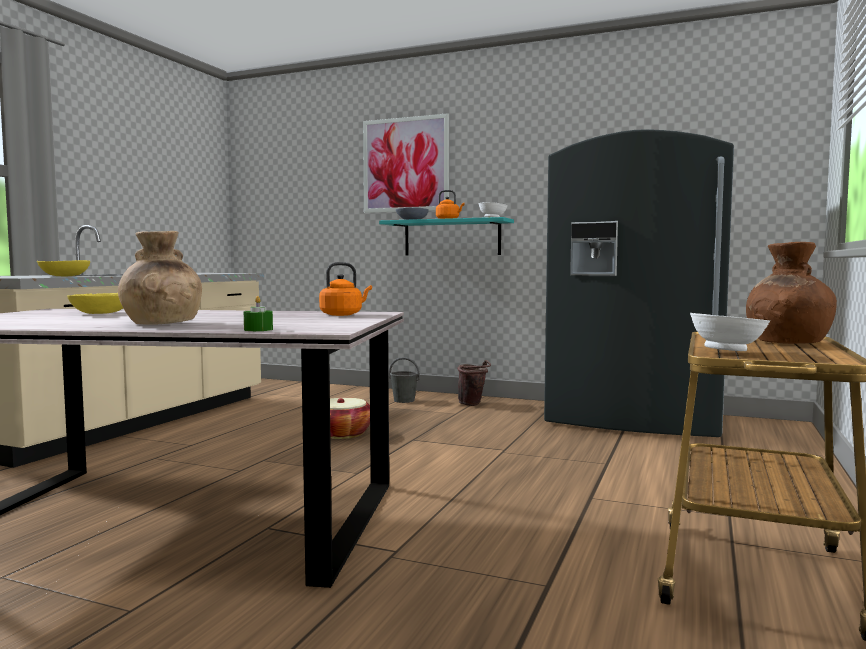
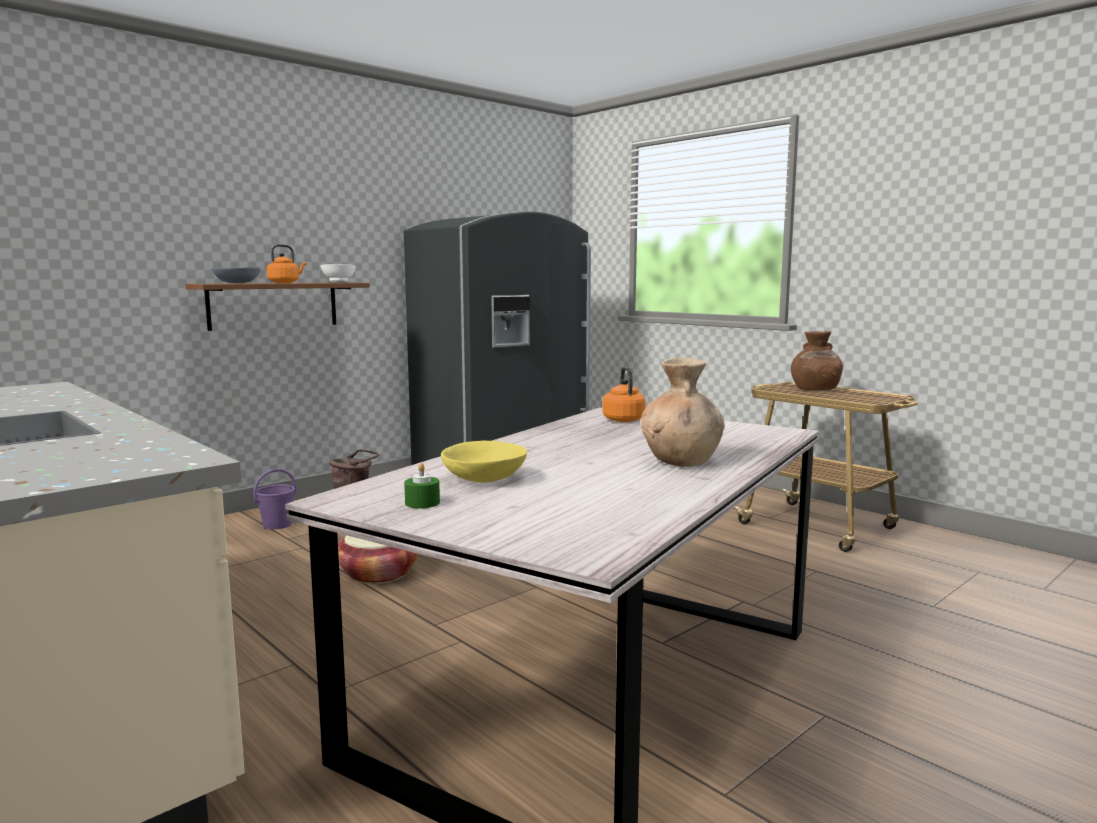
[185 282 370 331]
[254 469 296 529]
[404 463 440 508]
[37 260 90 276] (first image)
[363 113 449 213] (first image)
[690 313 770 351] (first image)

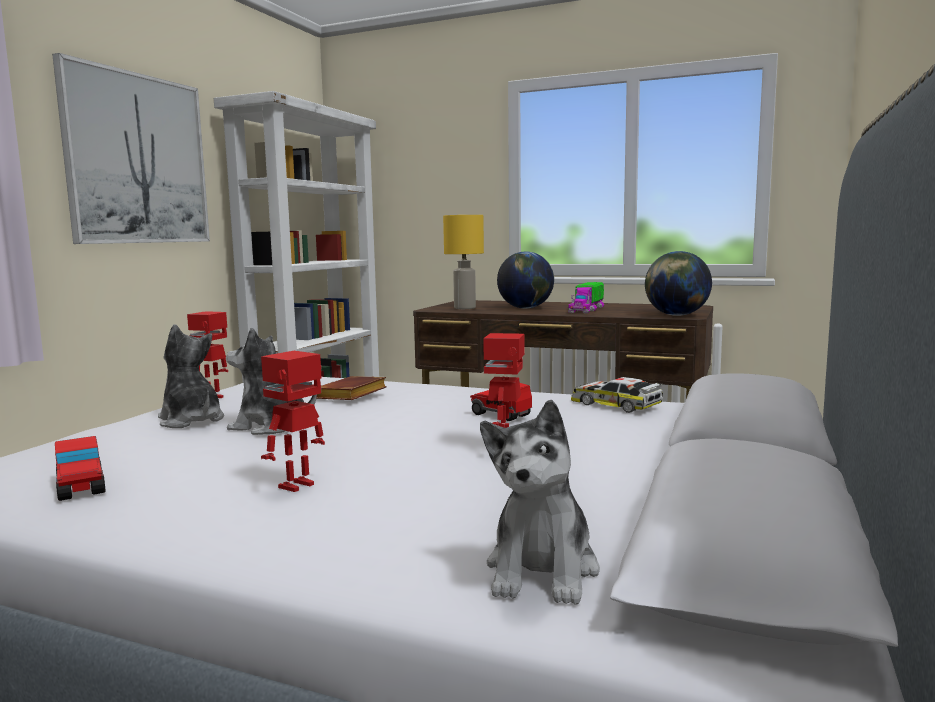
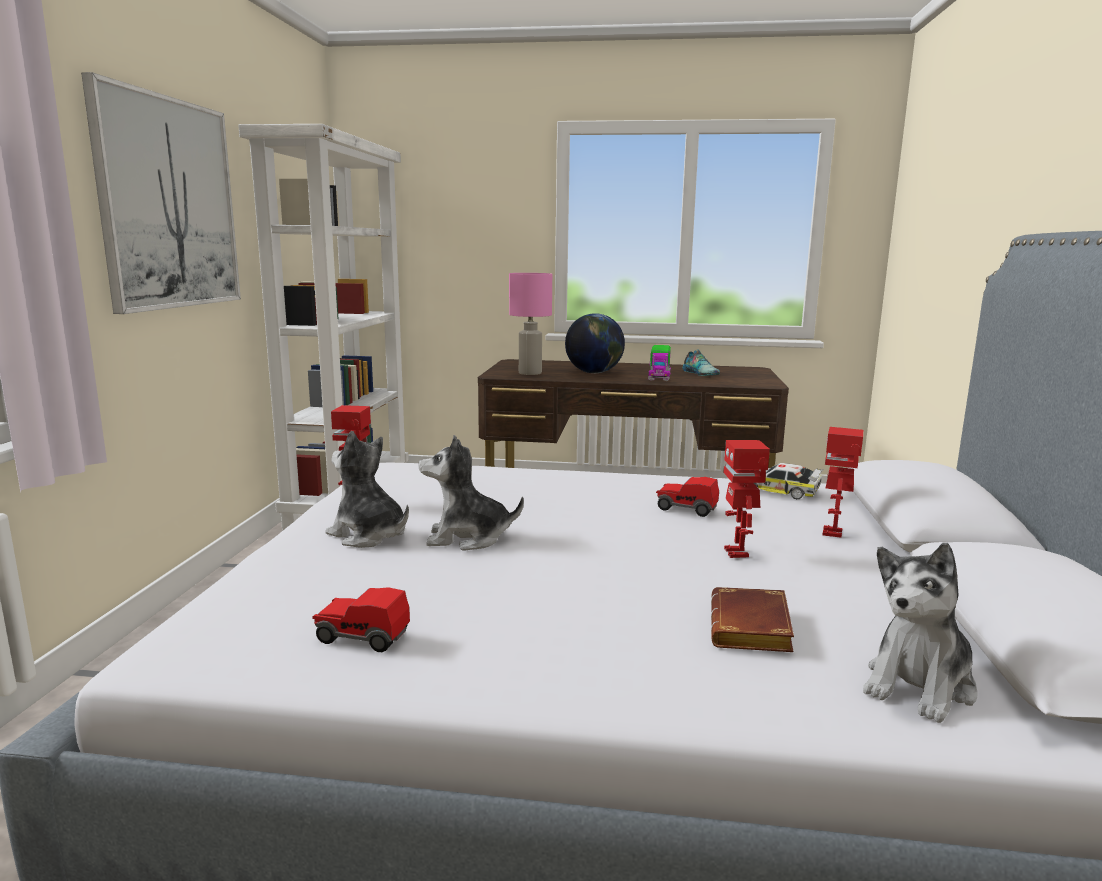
[312 587 410 652]
[509 273 552 375]
[682 349 720 376]
[711 587 794 652]
[822 427 863 538]
[863 543 977 723]
[645 251 712 316] (first image)

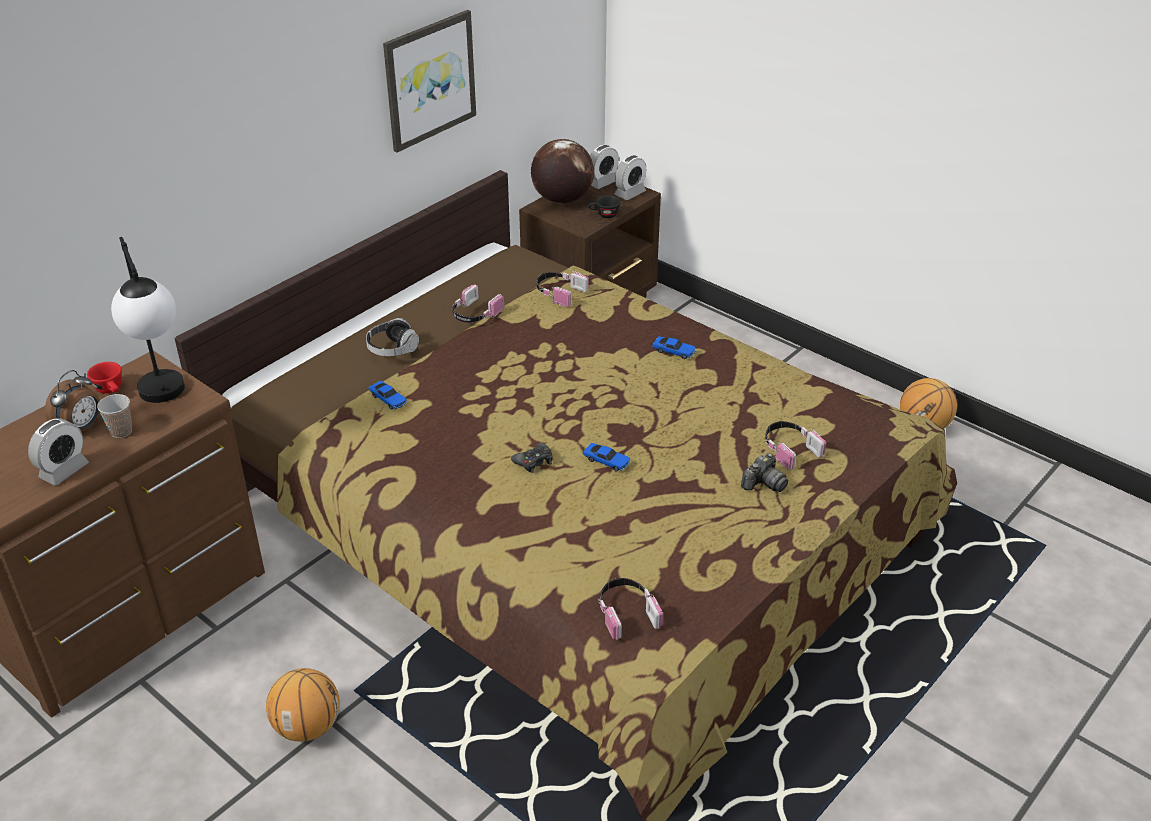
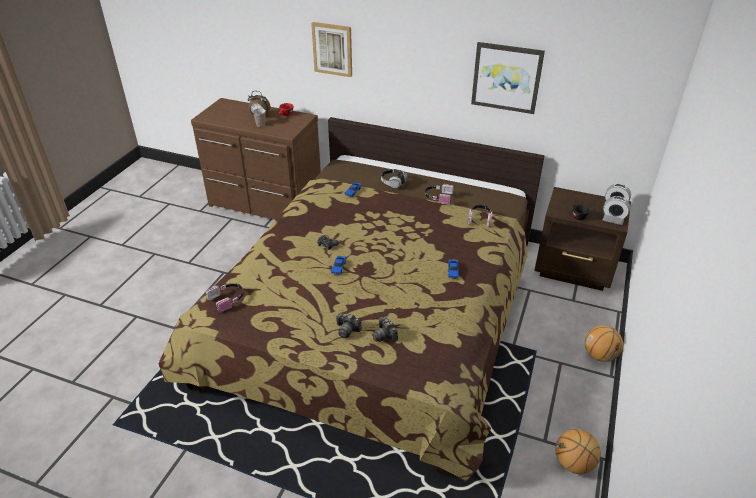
[311 22 352 77]
[372 317 398 342]
[585 325 623 362]
[28 418 89 486] (first image)
[111 237 185 403] (first image)
[531 139 594 204] (first image)

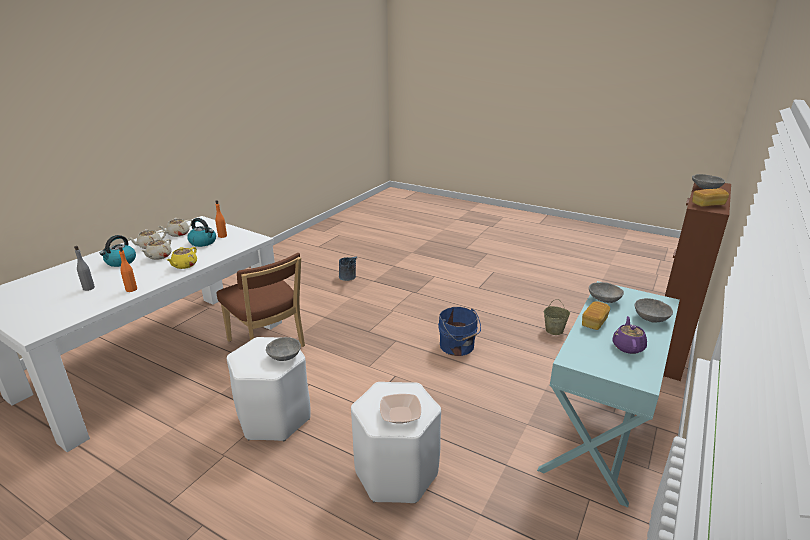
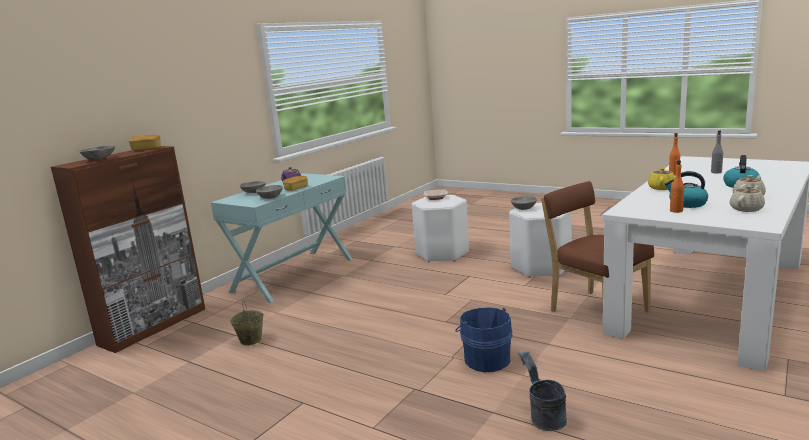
[455 307 513 373]
[141 239 172 260] (first image)

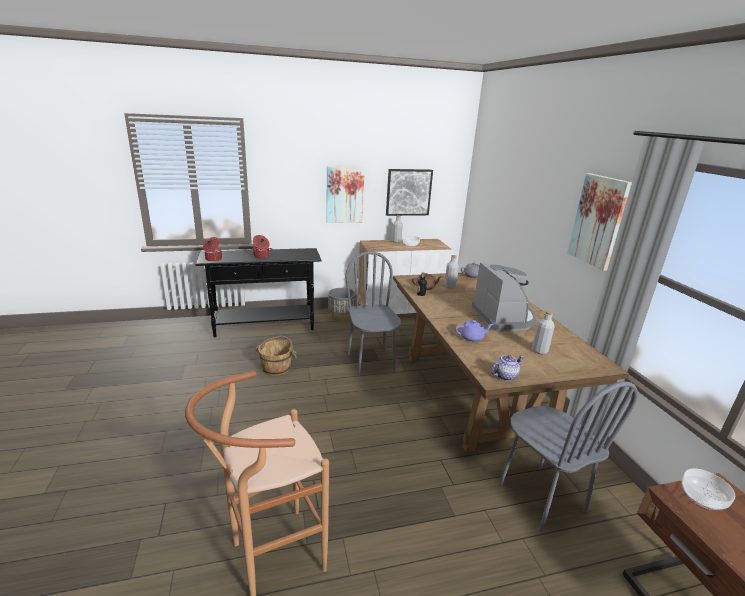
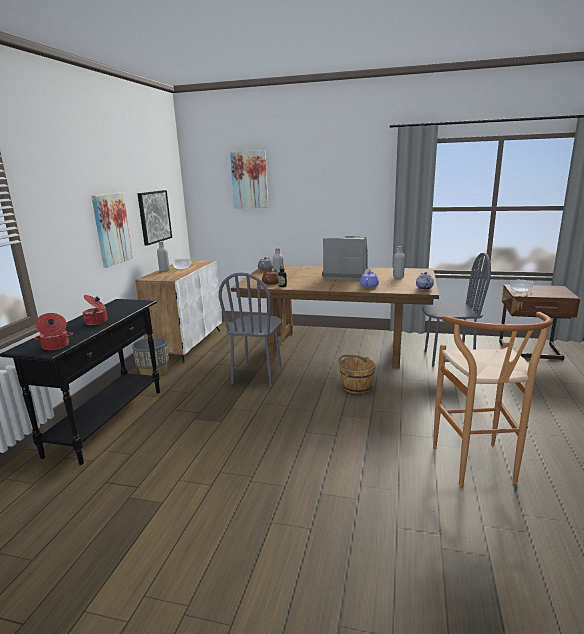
[219 272 282 387]
[230 150 268 208]
[338 355 376 394]

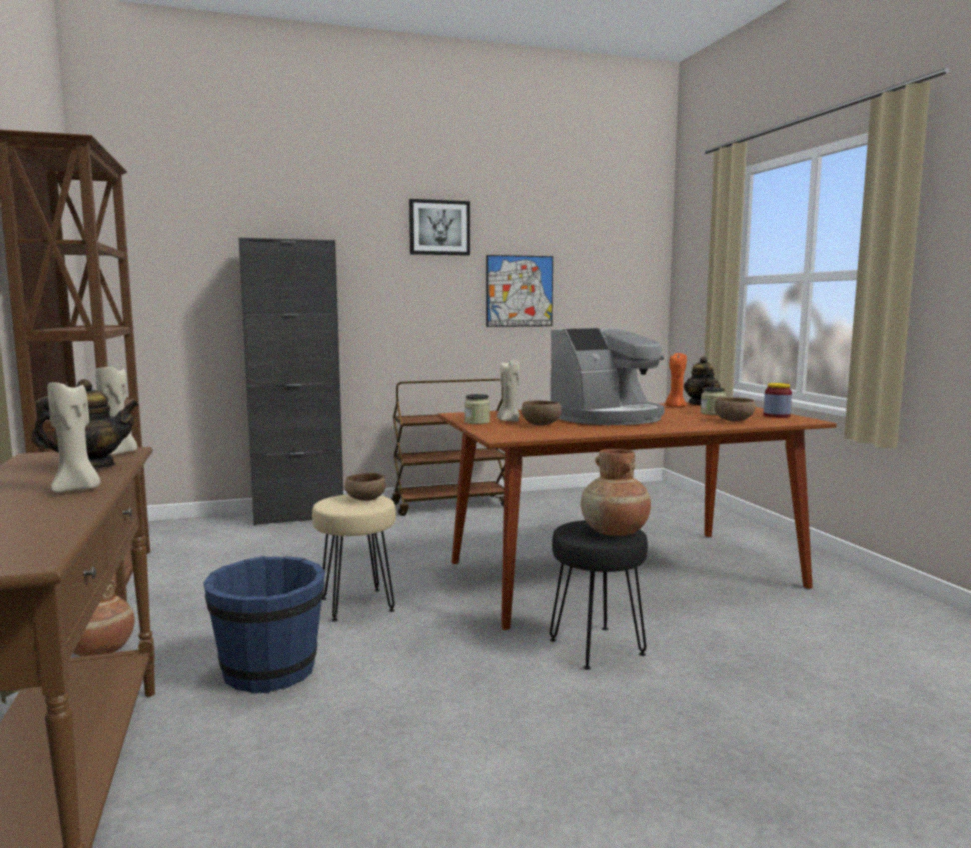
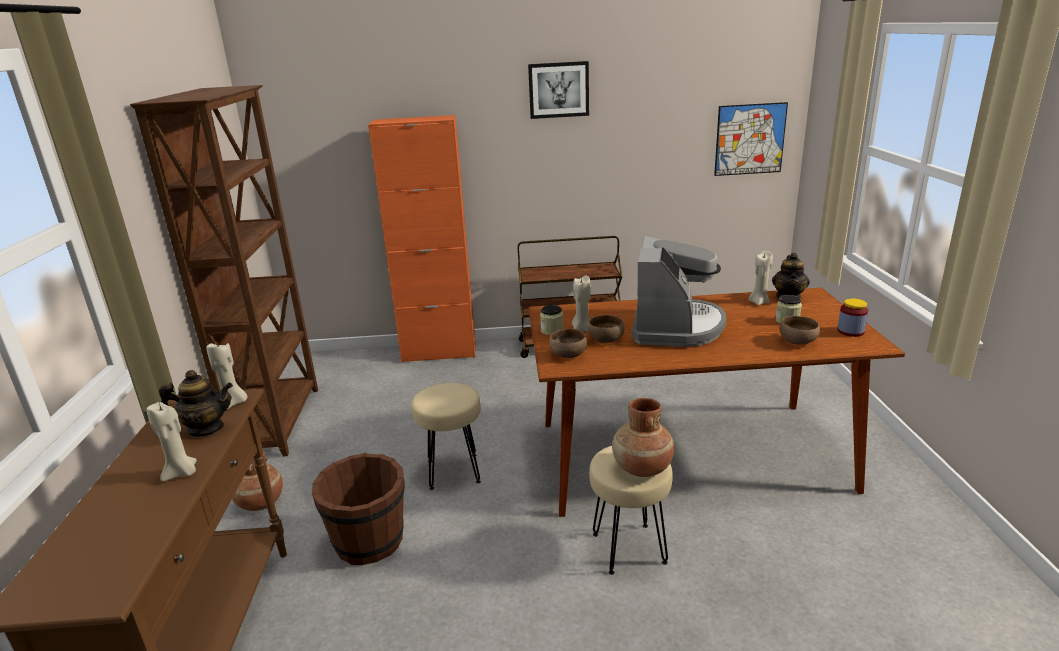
[312 453 404 565]
[368 115 476 363]
[549 329 587 358]
[589 446 673 575]
[632 236 726 347]
[714 102 788 176]
[748 251 773 305]

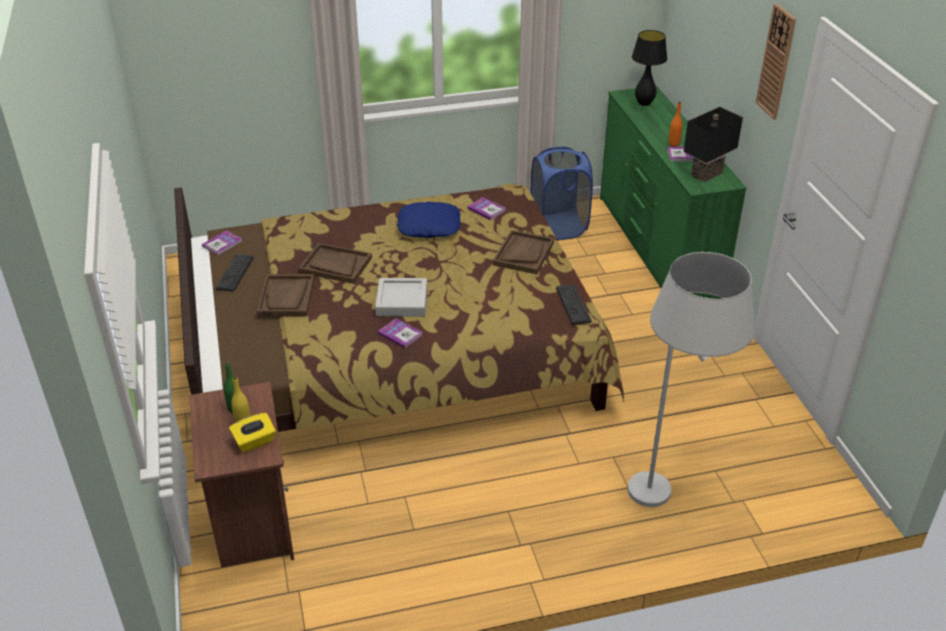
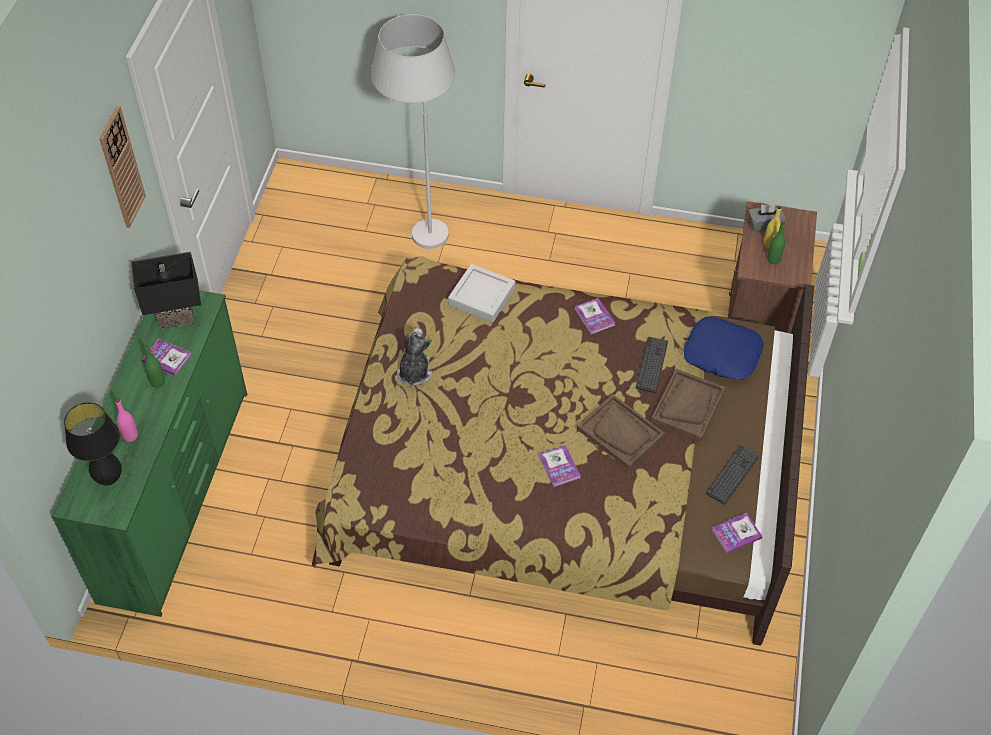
[115 399 138 442]
[144 344 165 388]
[397 328 432 387]
[448 264 515 322]
[539 445 581 487]
[636 337 668 393]
[684 317 764 380]
[748 204 786 232]
[530 147 593 240] (first image)

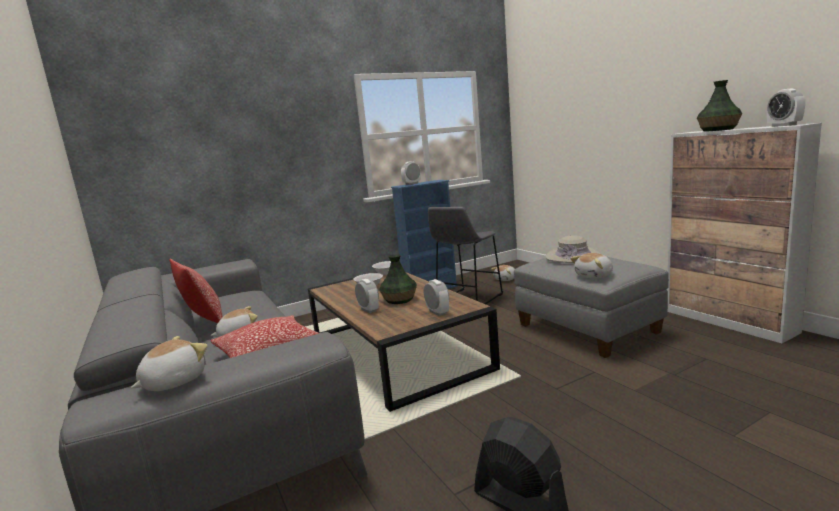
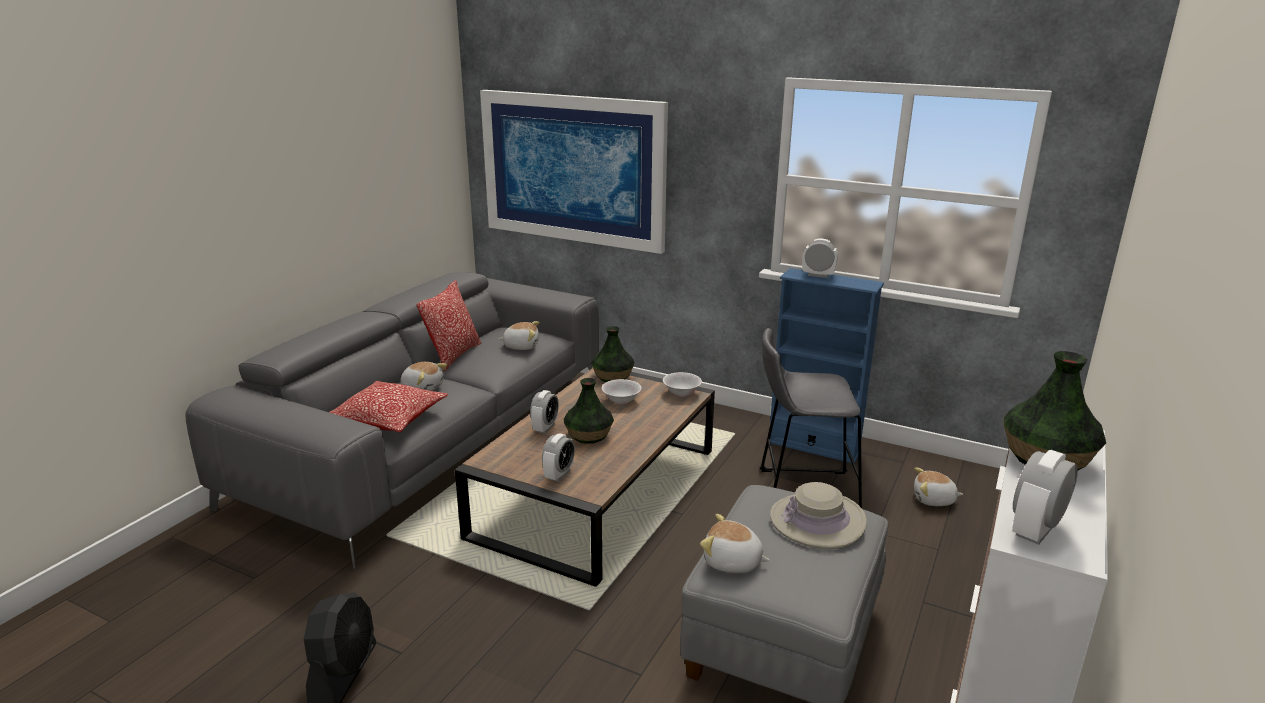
[480 90 668 254]
[498 321 539 350]
[591 326 635 382]

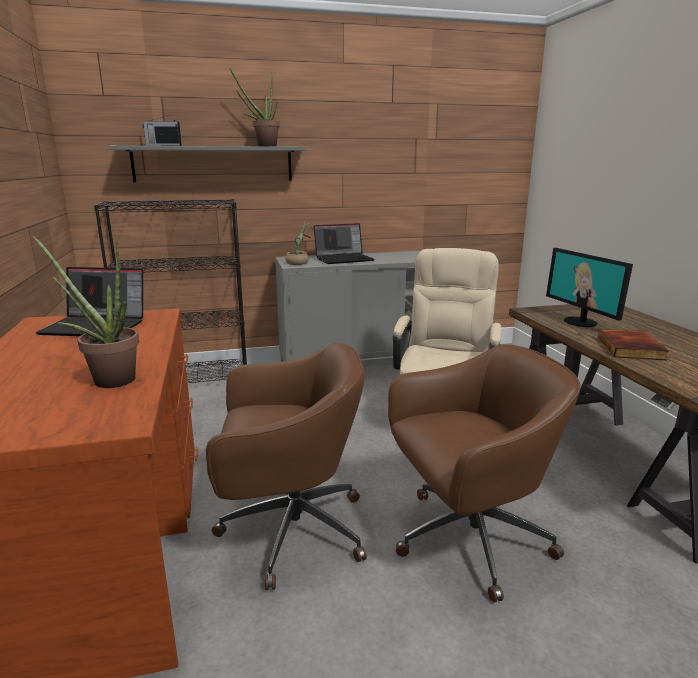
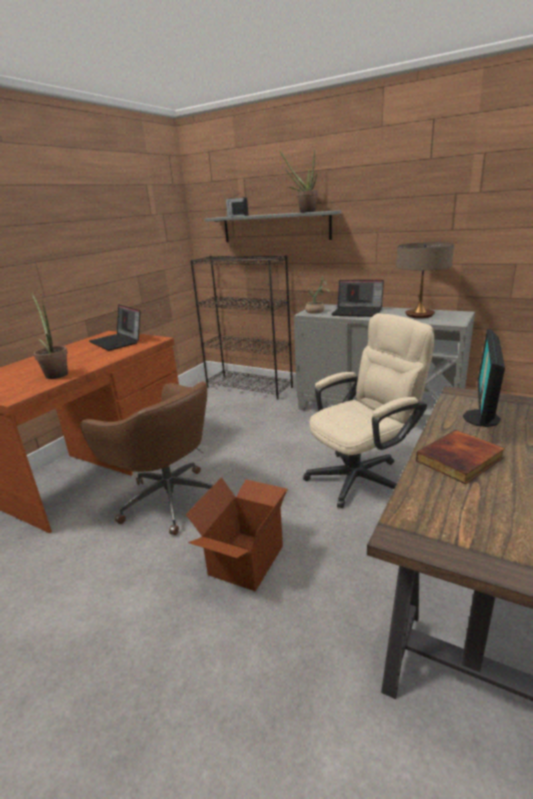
[186 477 288 592]
[396 242 454 318]

